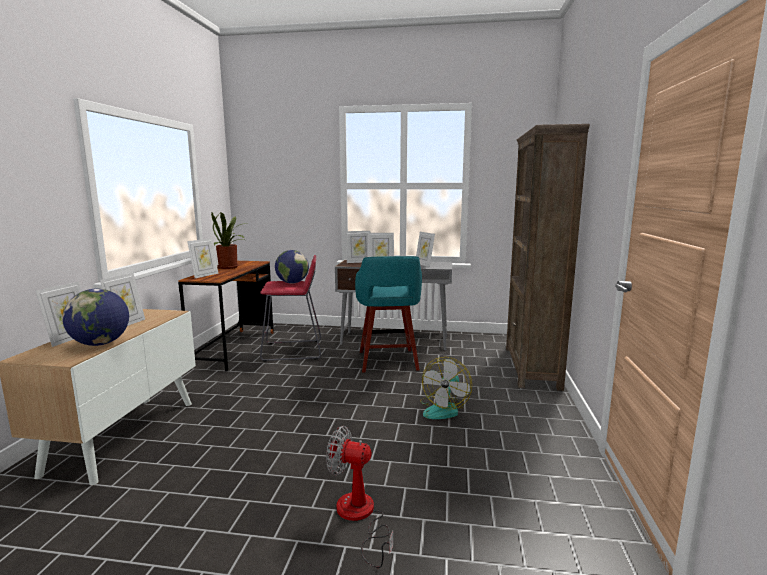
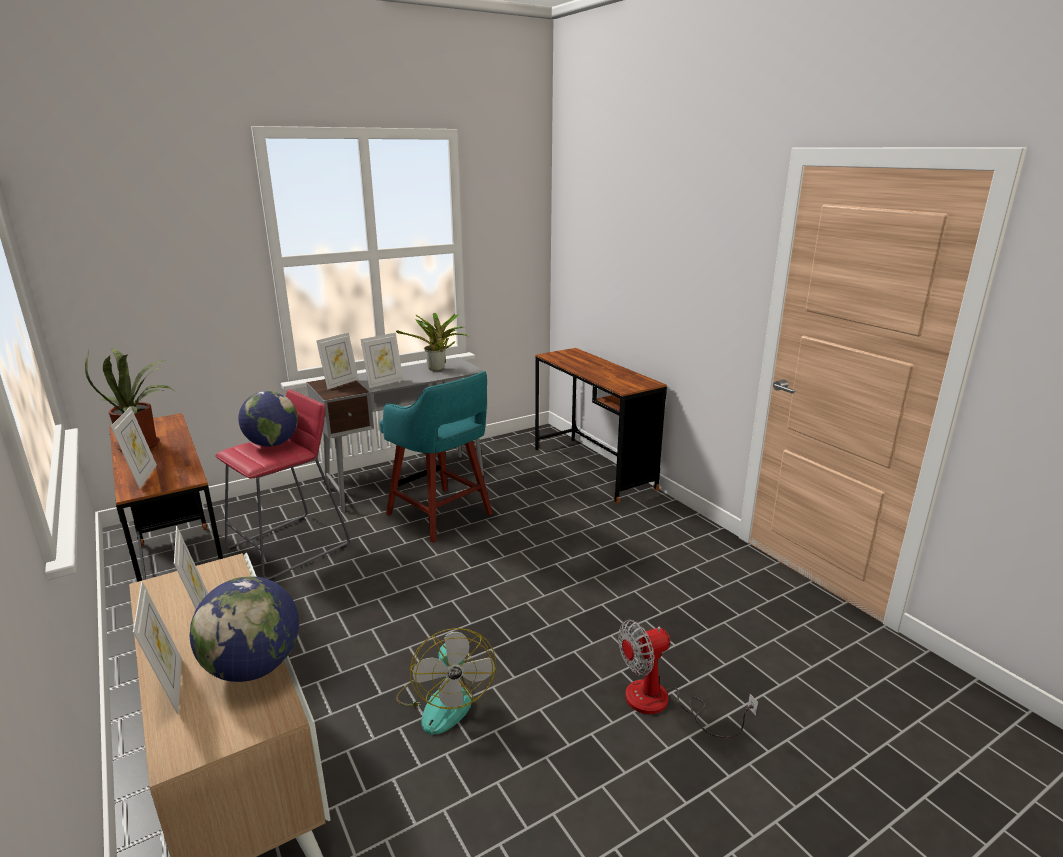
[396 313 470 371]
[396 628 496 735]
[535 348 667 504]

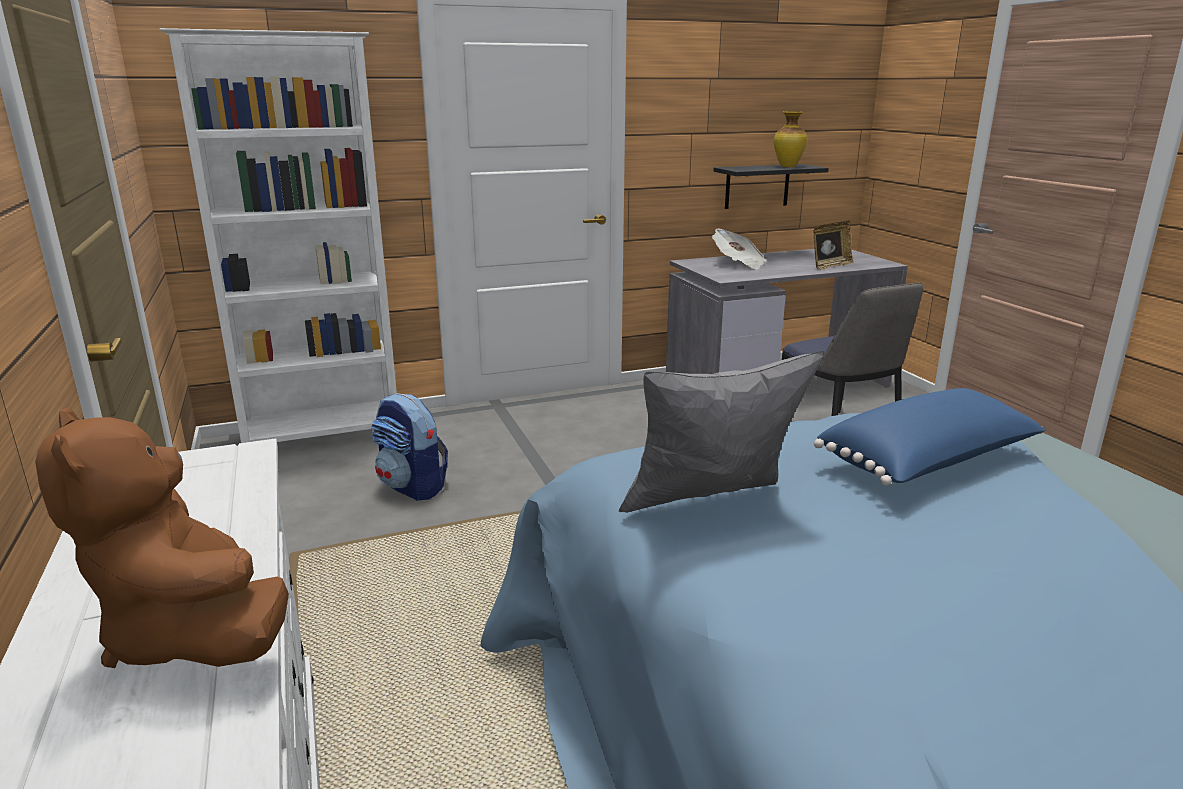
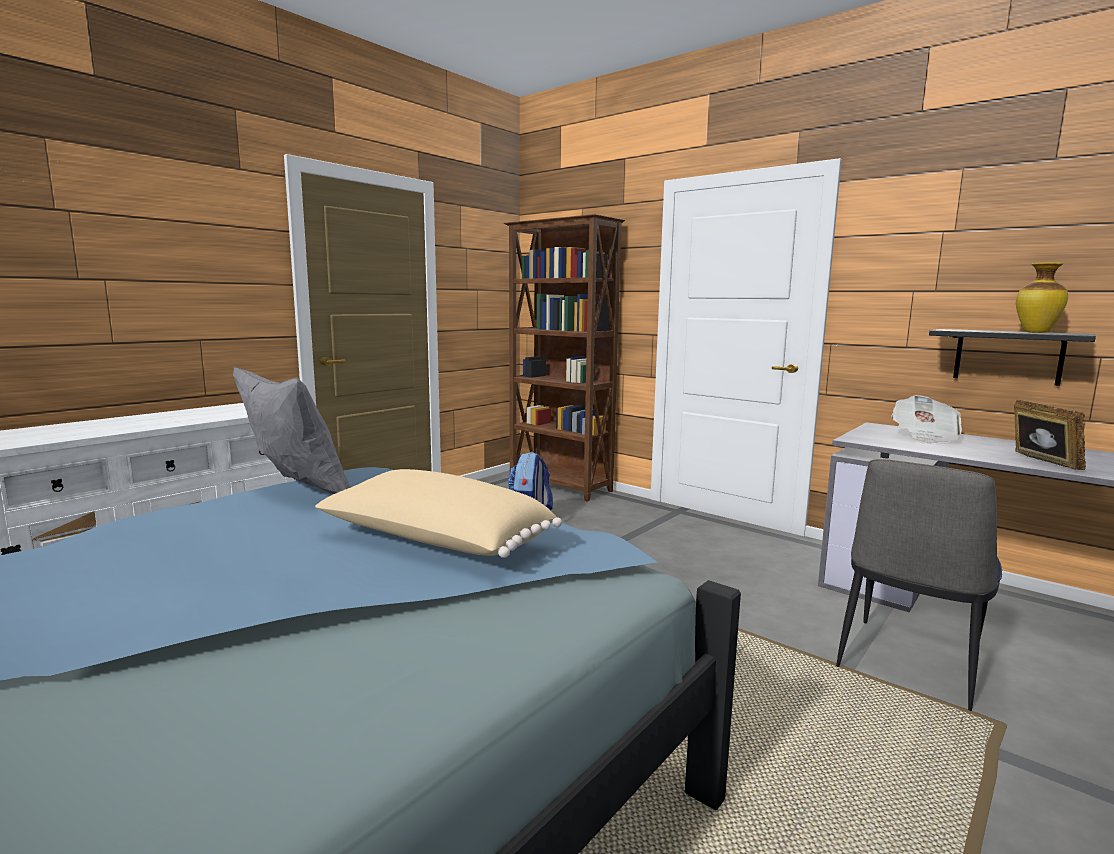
[315 469 562 558]
[504 214 625 502]
[1014 399 1086 470]
[35 408 289 668] (first image)

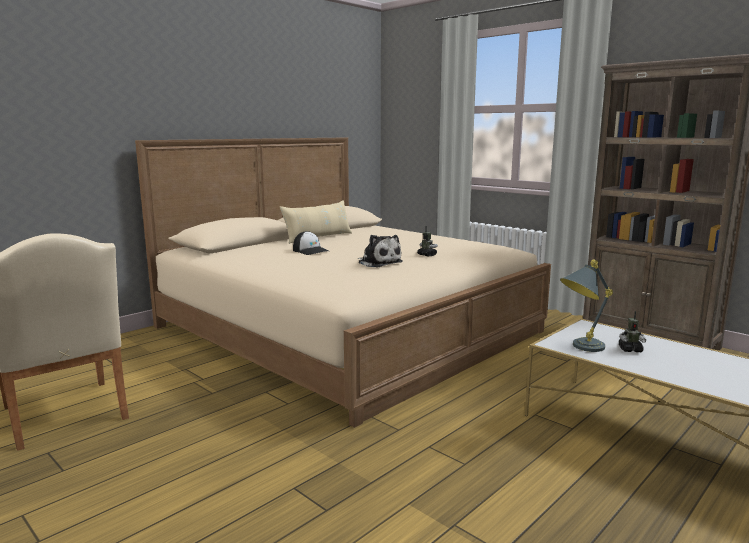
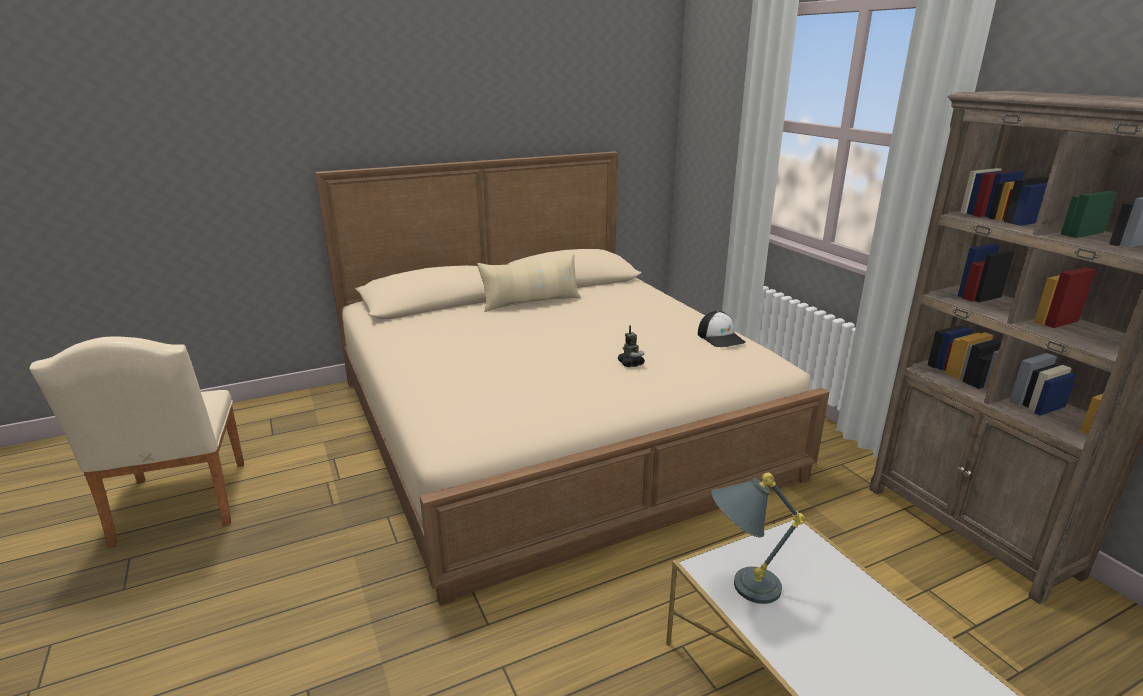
[698 311 746 347]
[358 235 403 268] (first image)
[619 311 646 352] (first image)

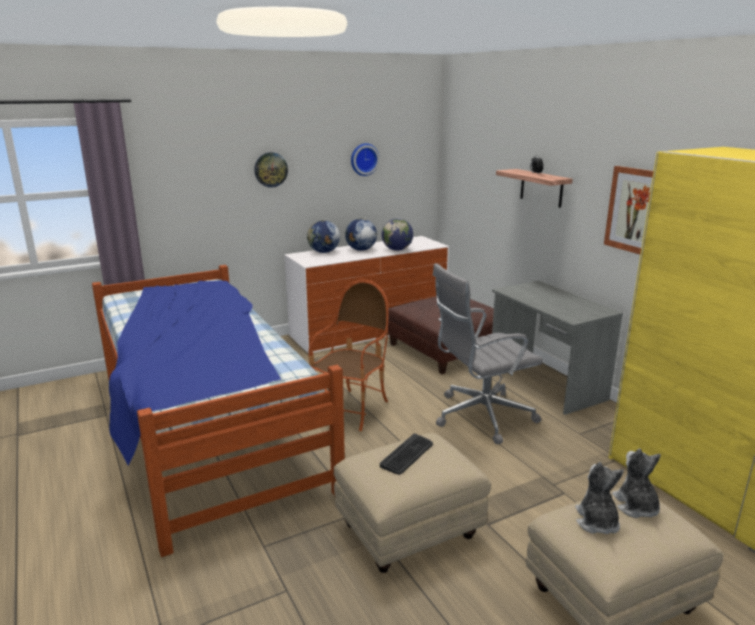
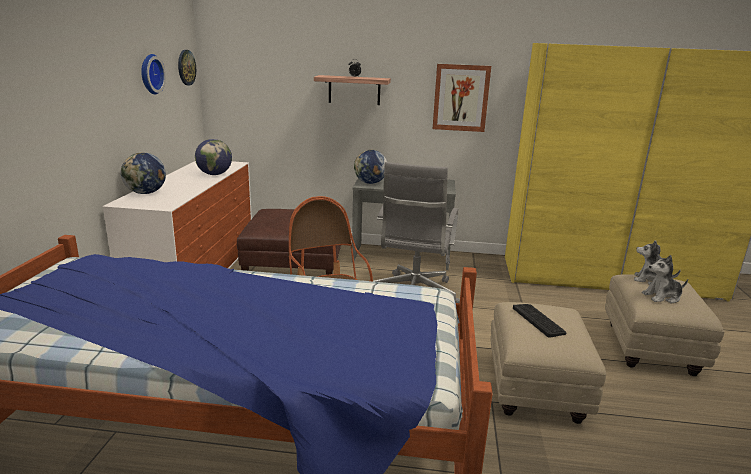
[178 50 196 86]
[354 150 387 184]
[642 254 688 303]

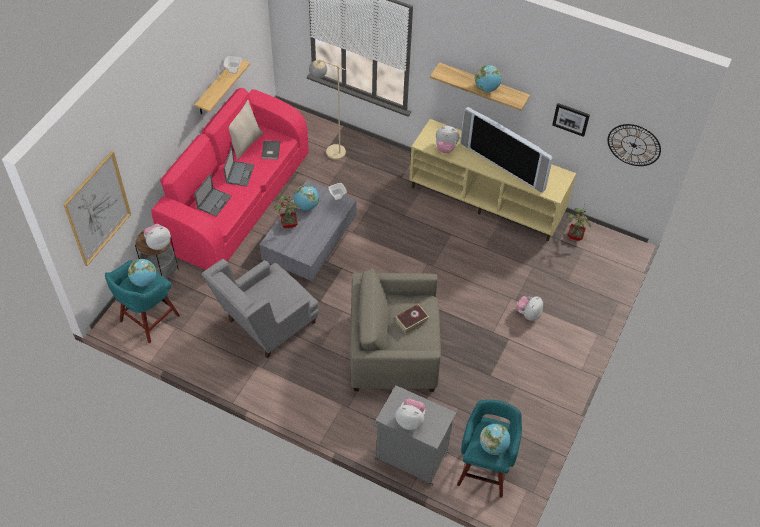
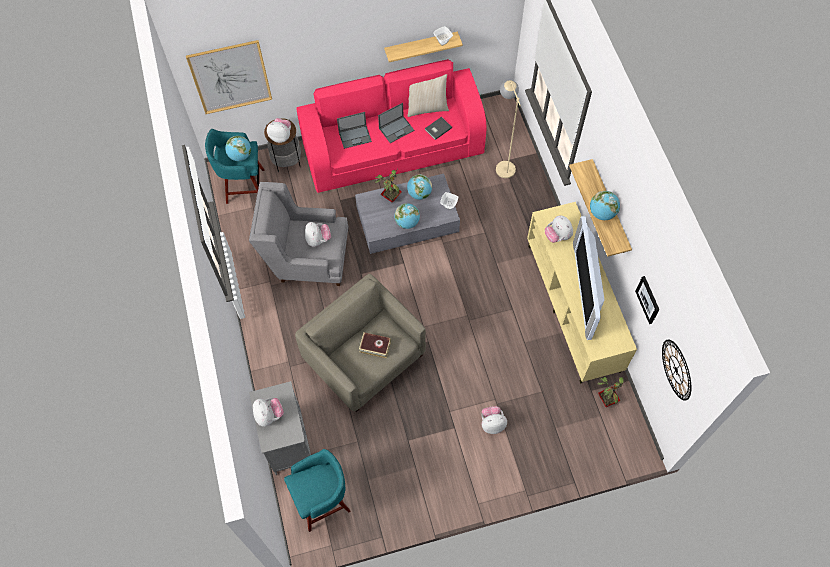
[305 222 331 247]
[394 203 420 229]

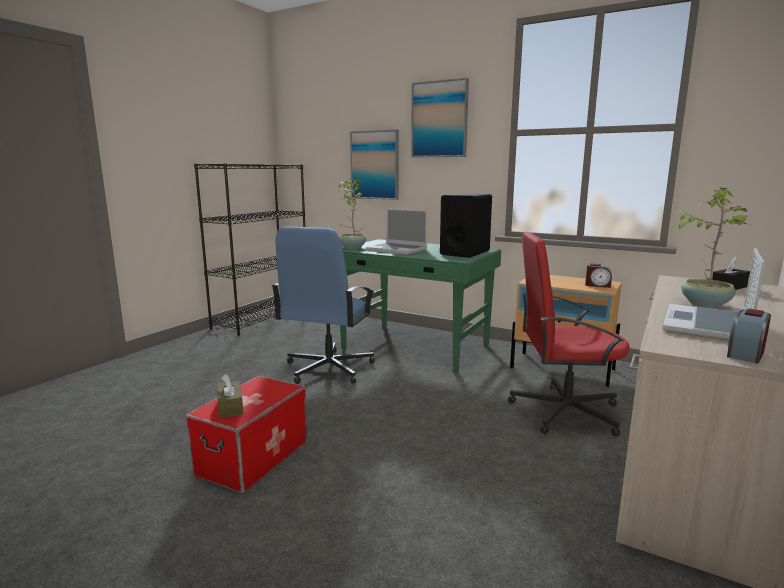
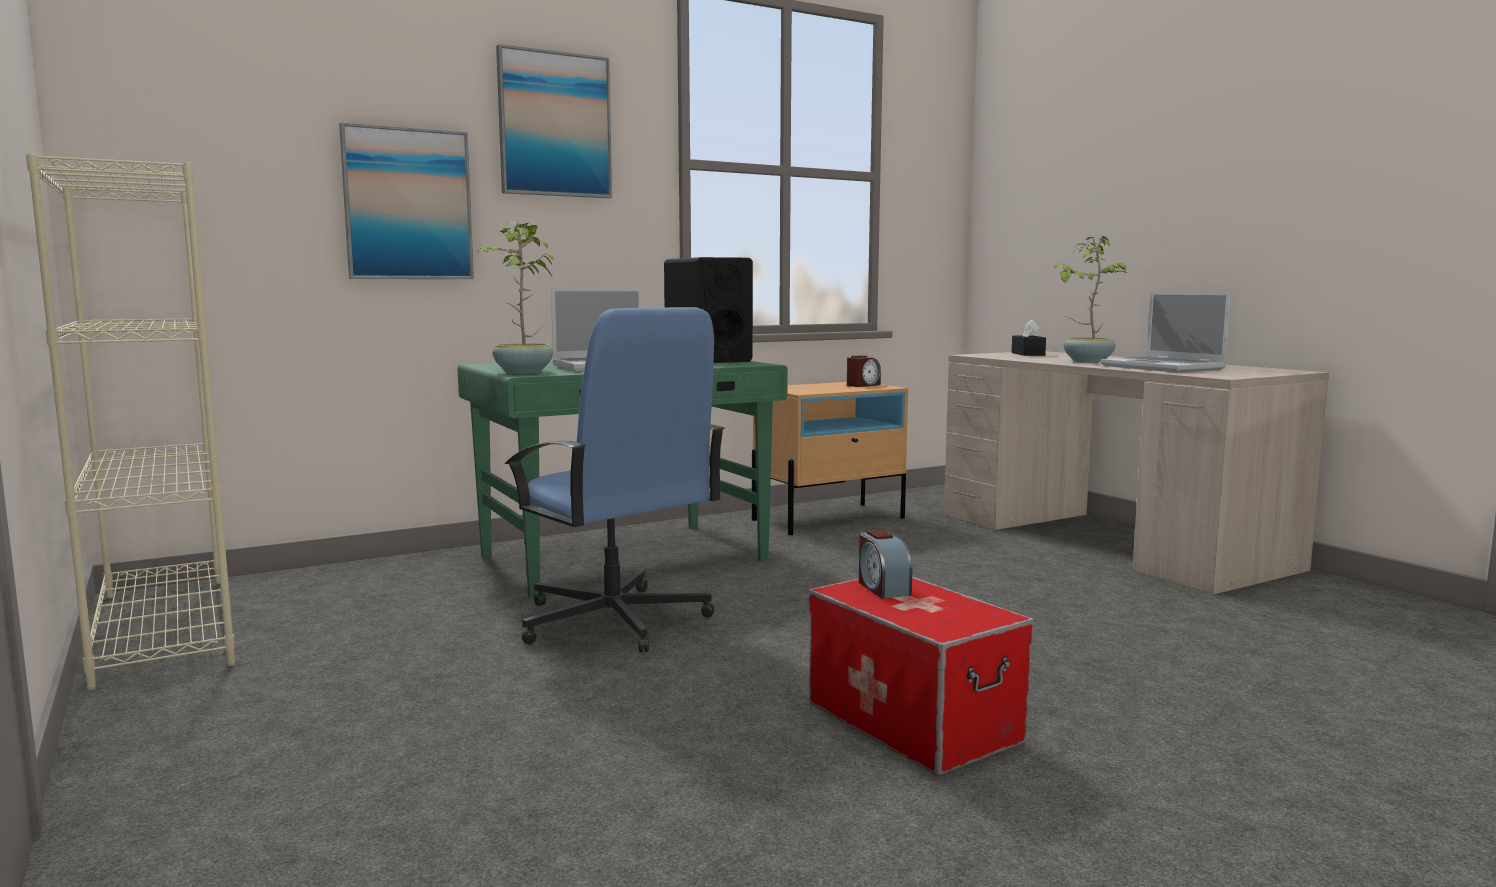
[26 154 235 690]
[859 530 912 599]
[217 374 243 418] (first image)
[508 232 630 436] (first image)

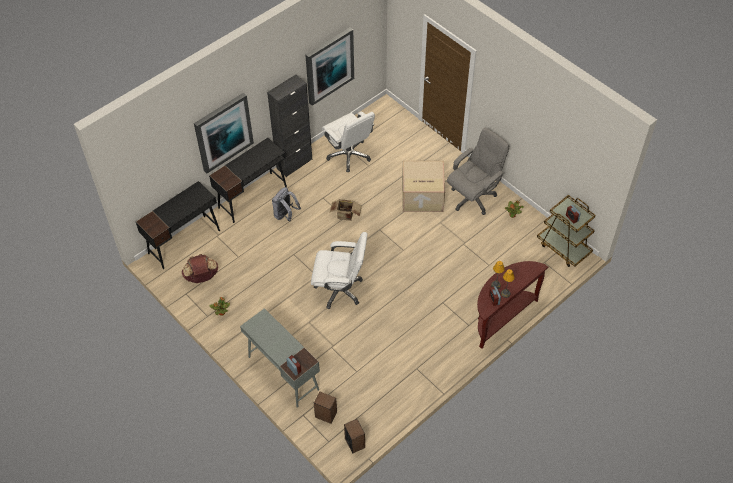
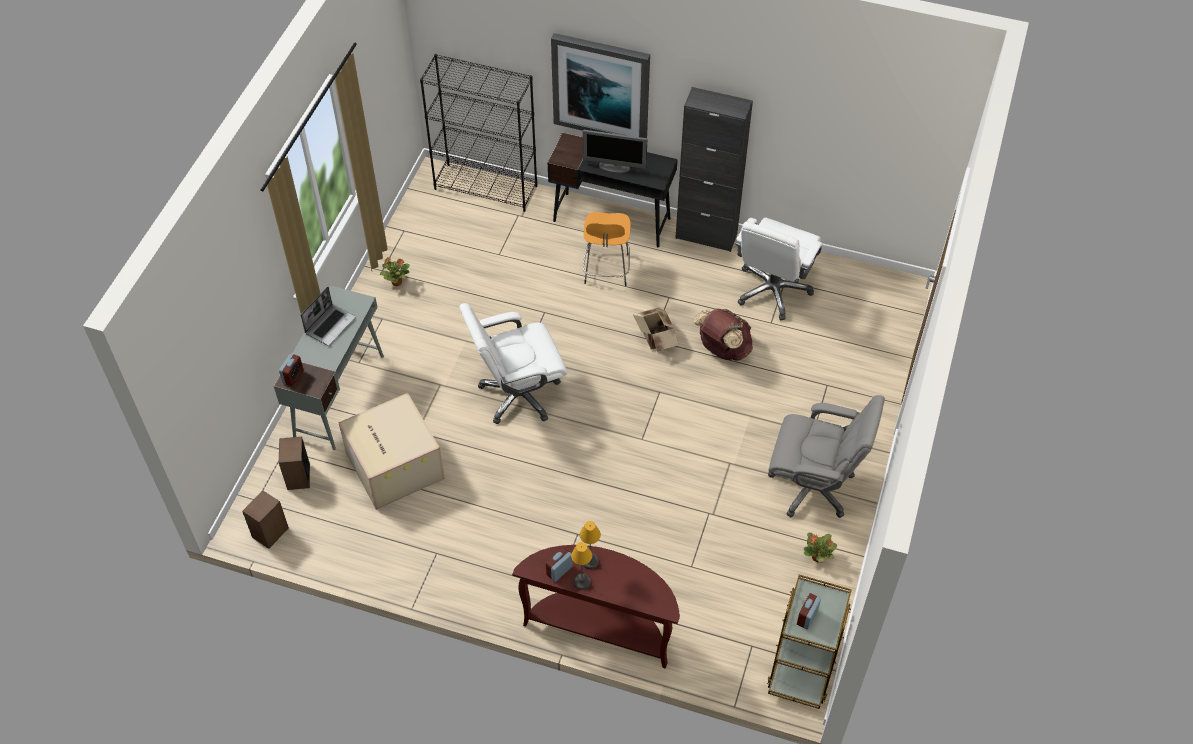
[301 287 355 346]
[338 393 445 510]
[420 54 537 212]
[459 303 568 424]
[583 130 647 173]
[583 212 631 286]
[693 308 753 361]
[306 27 354 106] (first image)

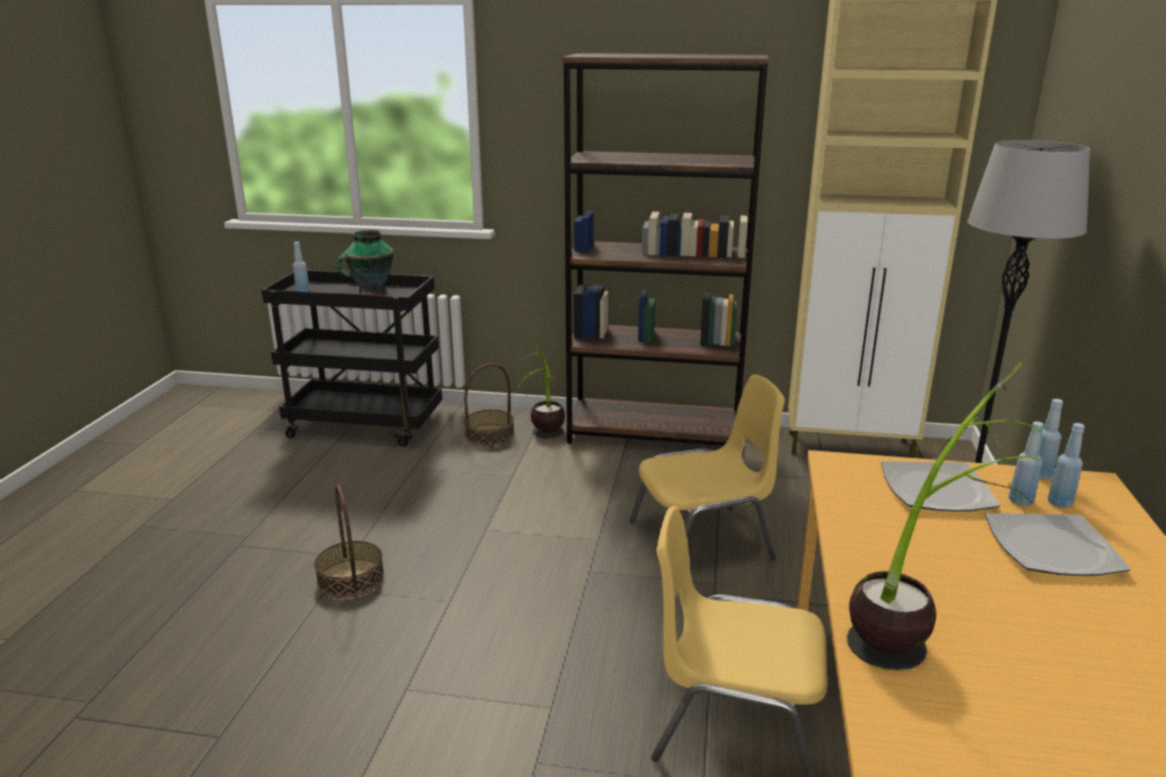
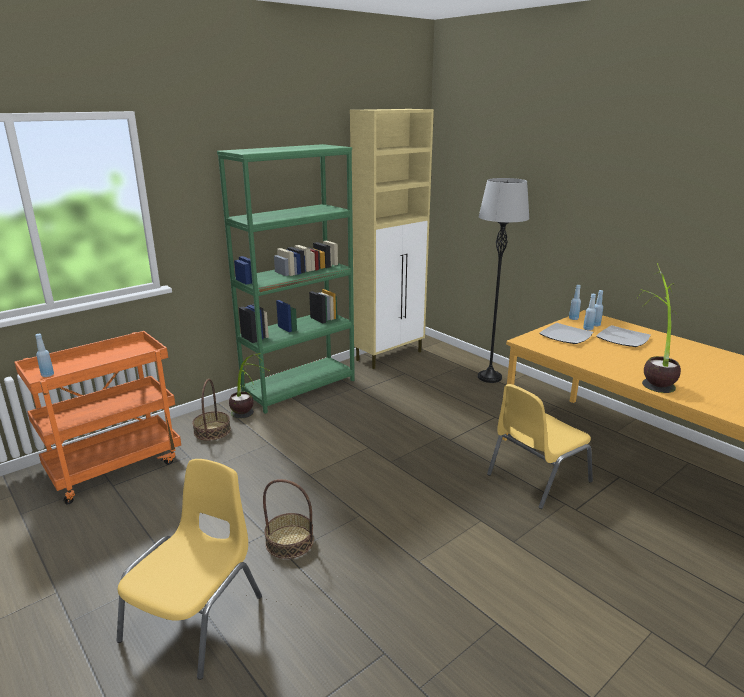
[14 331 181 504]
[117 459 262 680]
[217 144 355 414]
[336 230 394 295] (first image)

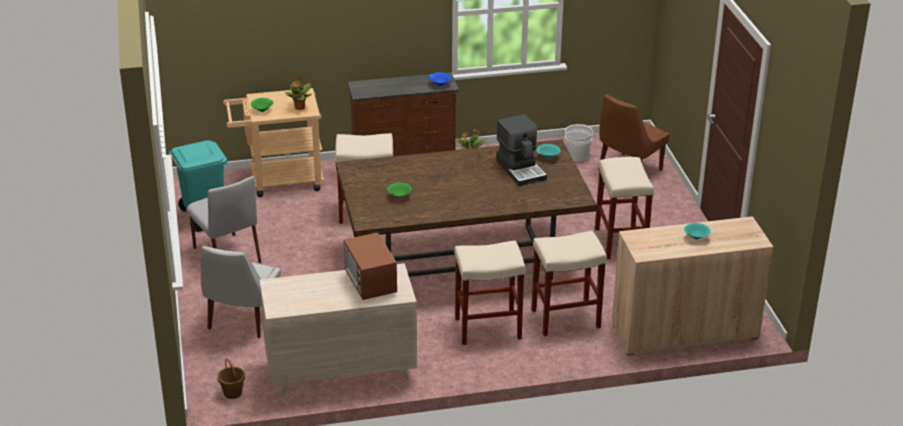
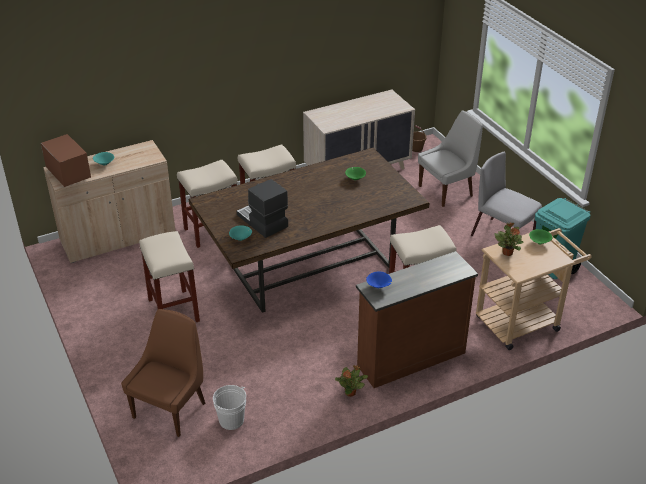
[41 134 91 187]
[418 111 483 207]

